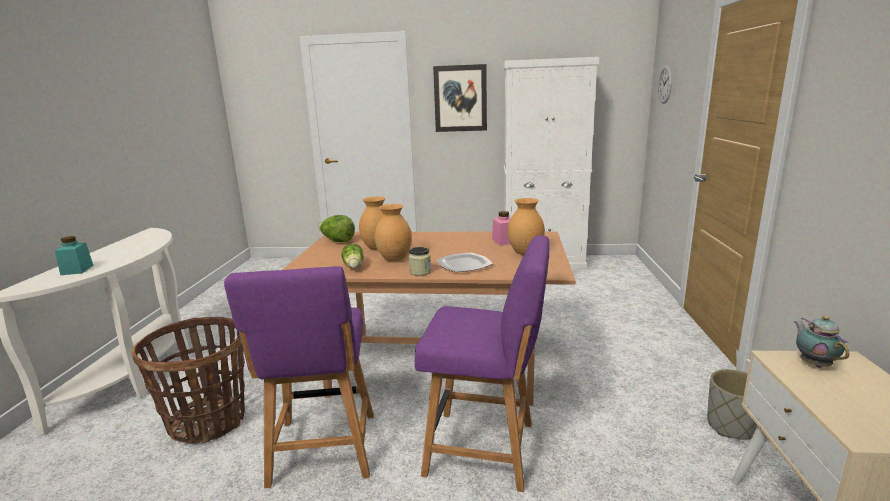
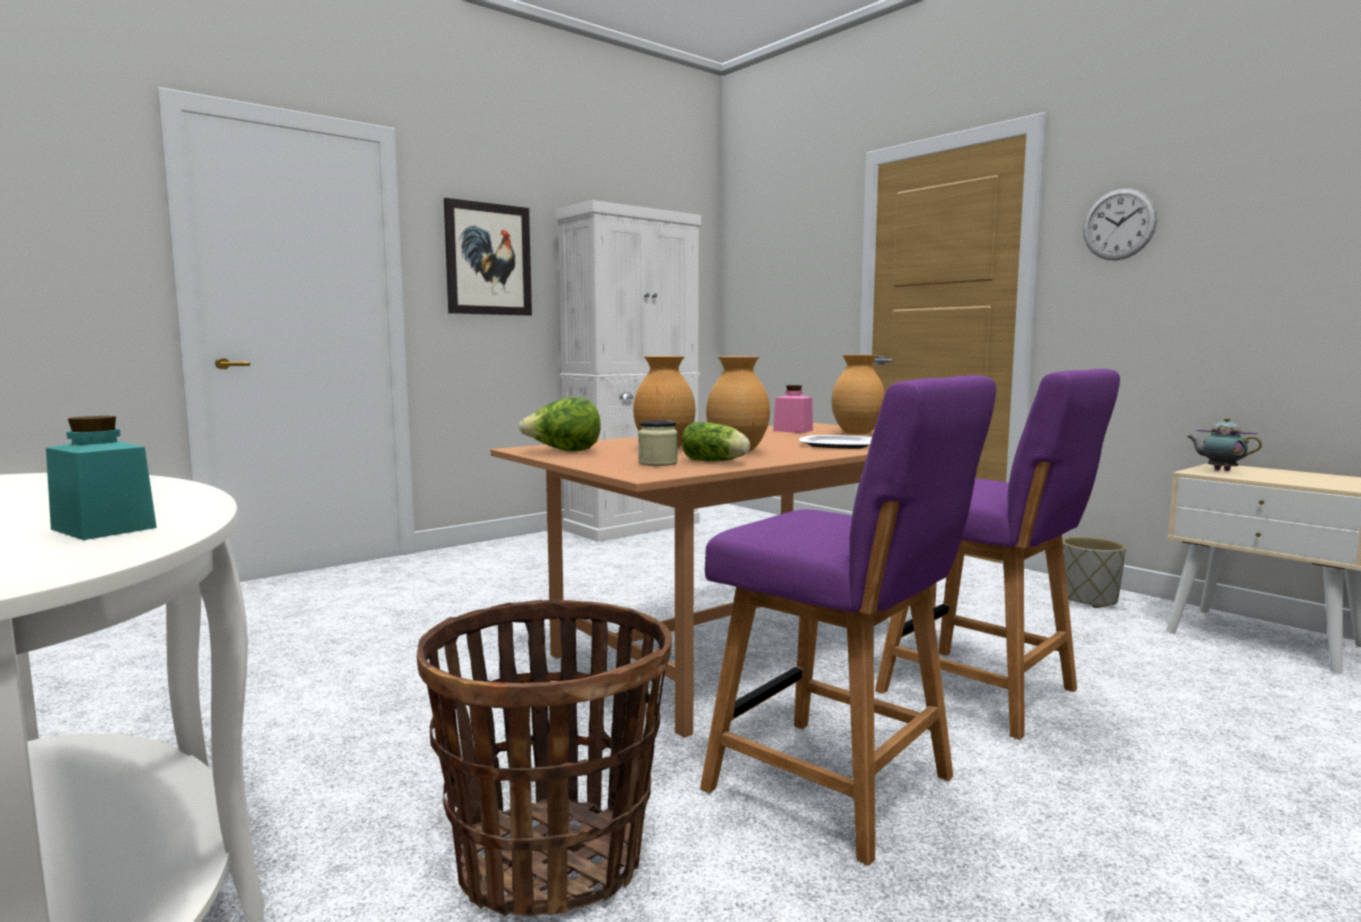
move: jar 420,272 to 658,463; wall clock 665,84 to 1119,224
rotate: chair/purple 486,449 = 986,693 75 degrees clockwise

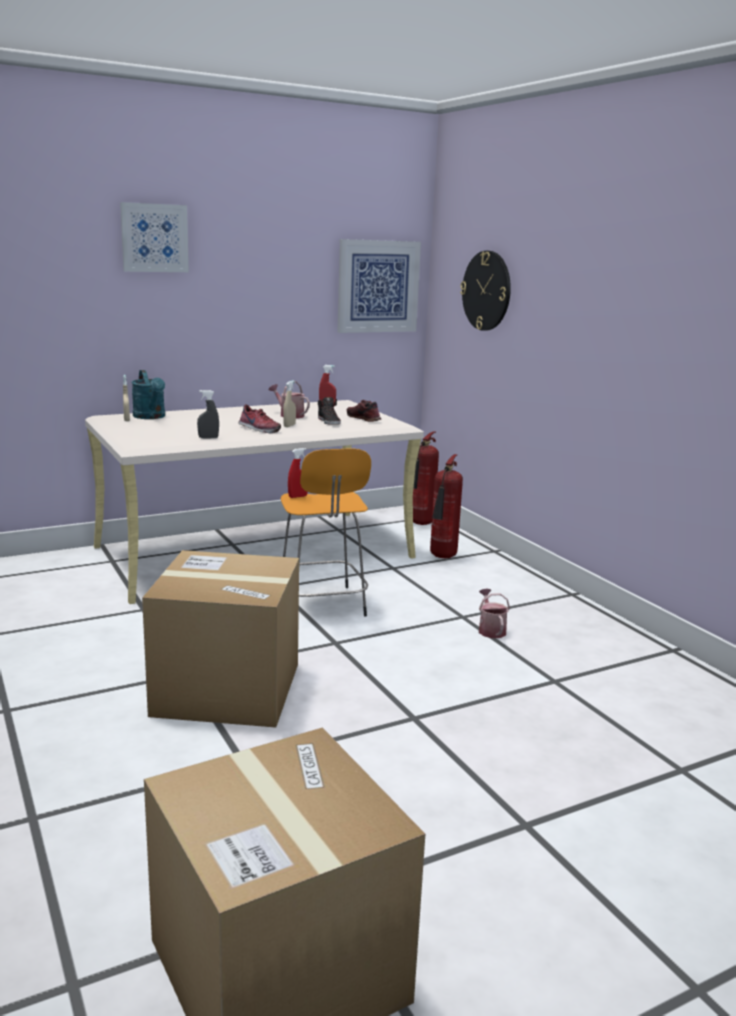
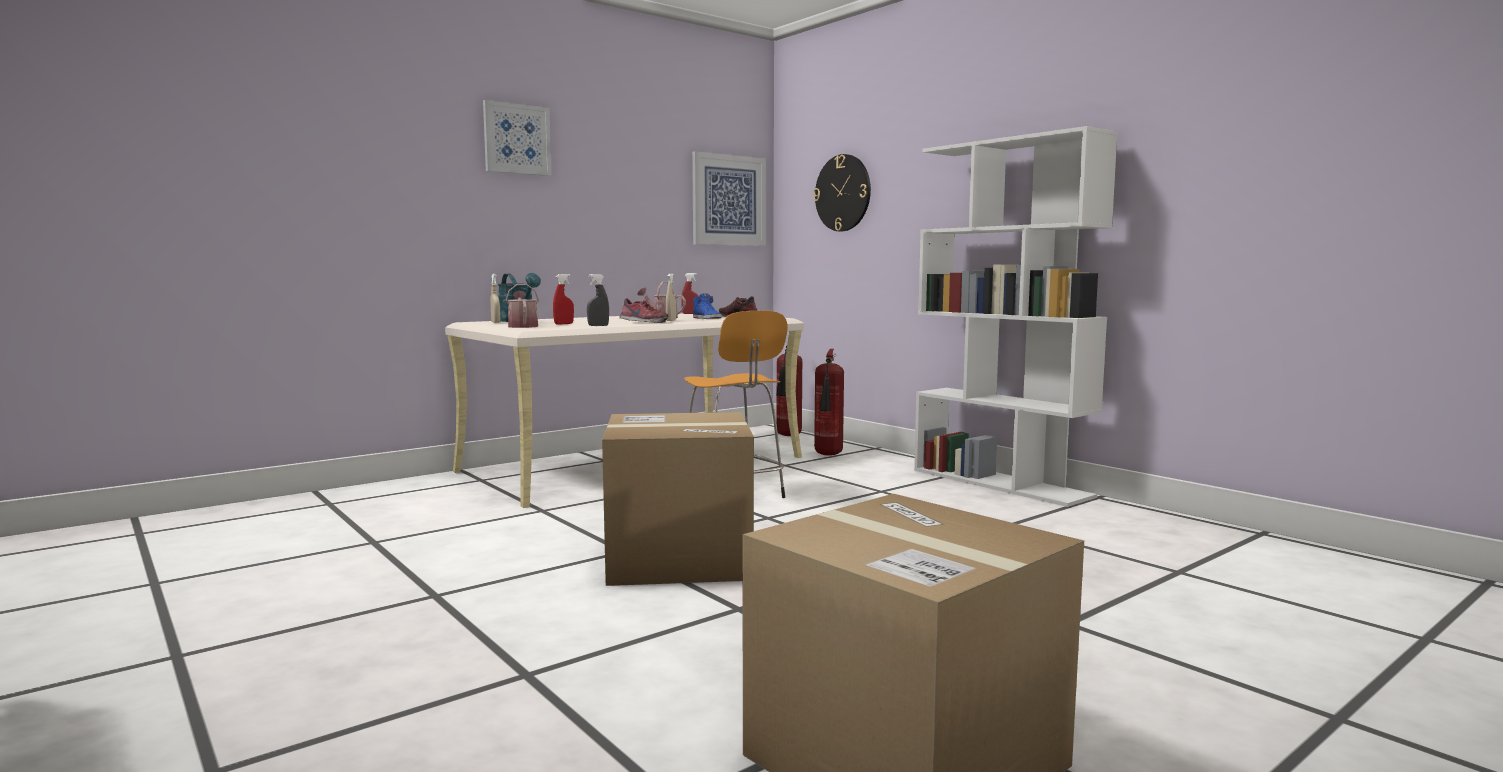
insert: bookcase/white 1001,483
move: spray bottle/red 298,496 to 563,324; watering can 490,629 to 522,326
recolor: shoe/black 329,422 to shoe/blue 707,318

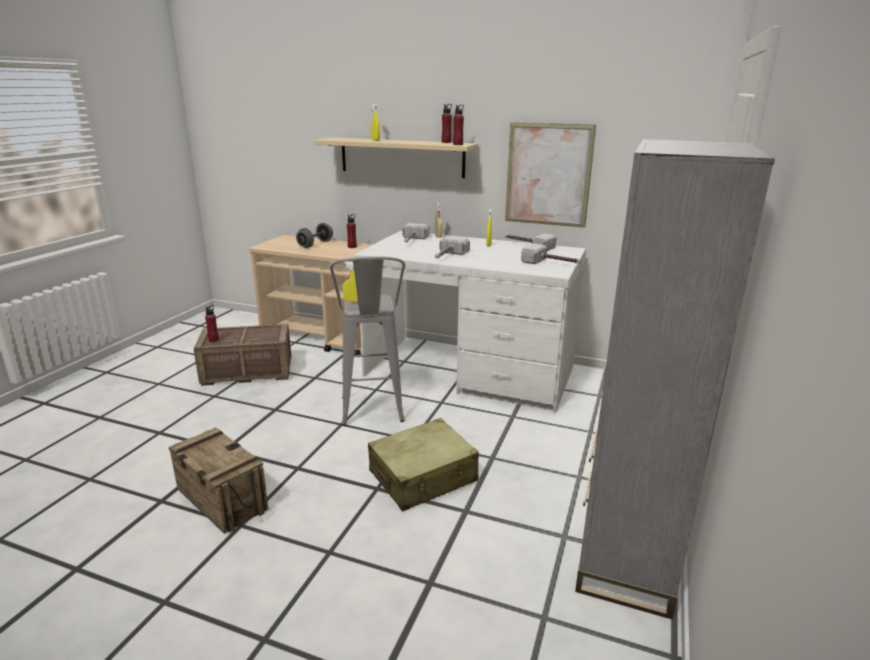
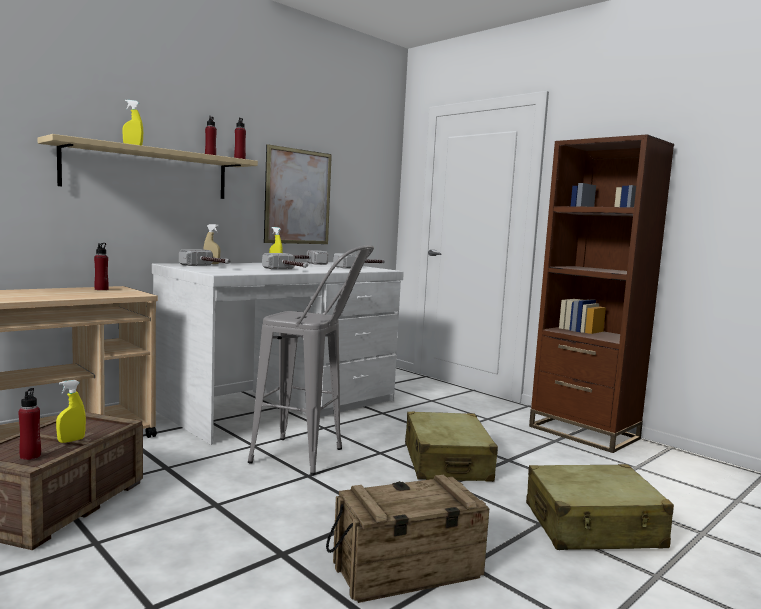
delete: dumbbell/grey 315,244
insert: suitcase/beige 593,526
move: spray bottle/yellow 352,301 to 71,440
recolor: bookcase/grey 626,558 to bookcase/brown 583,432

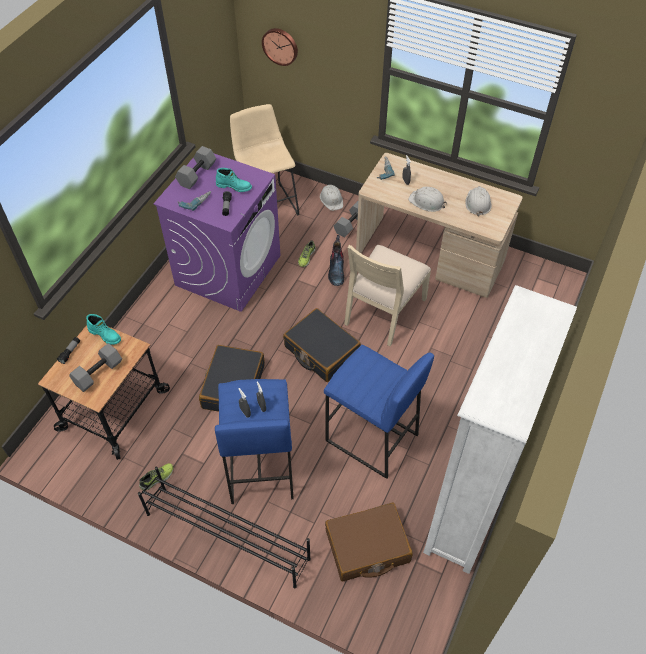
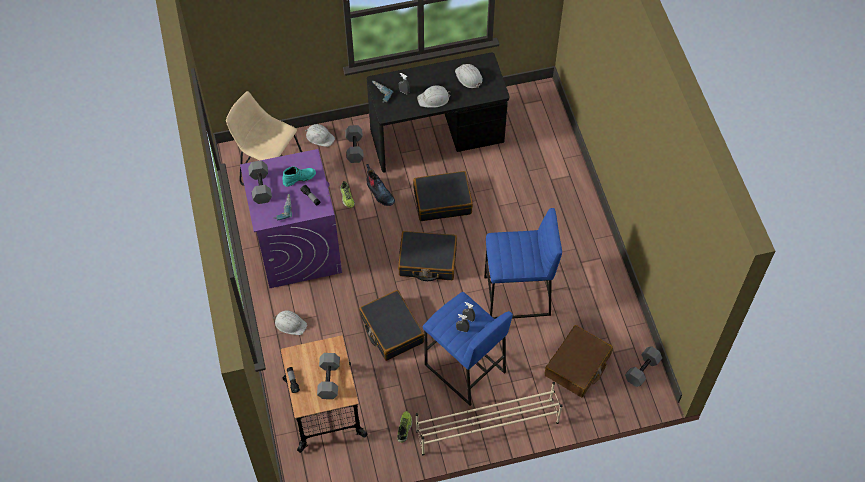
delete: boot/turquoise 105,335; wall clock 280,46; bookcase/white 467,510
insert: hard hat/white 290,324; dumbbell/grey 642,369
replace: chair/beige 383,311 to suitcase/black 442,201
recolor: shoe rack/black 226,535 to shoe rack/beige 486,426; desk/beige 430,257 to desk/black 437,137

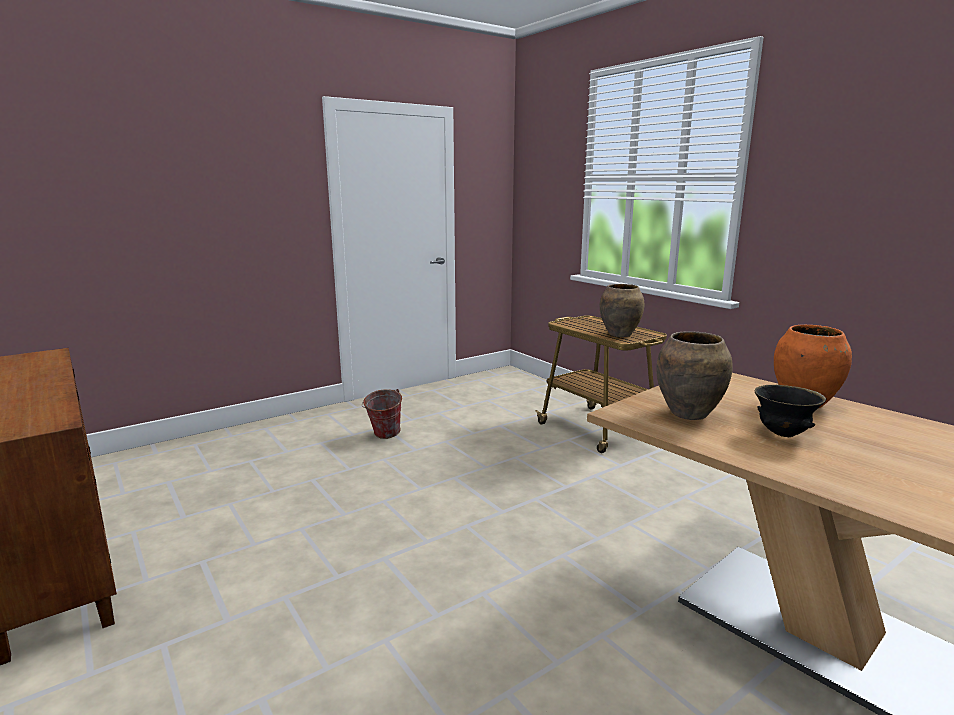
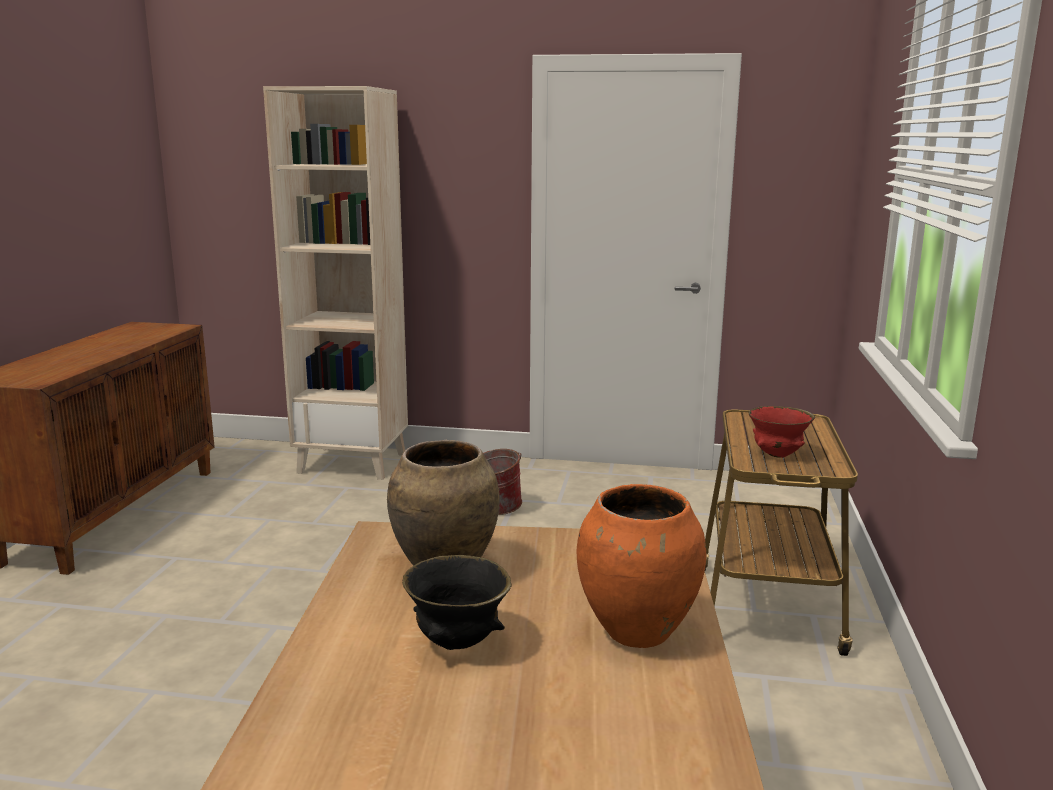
insert: bookcase/beige 353,463
replace: vase/brown 620,334 to bowl/red 777,455

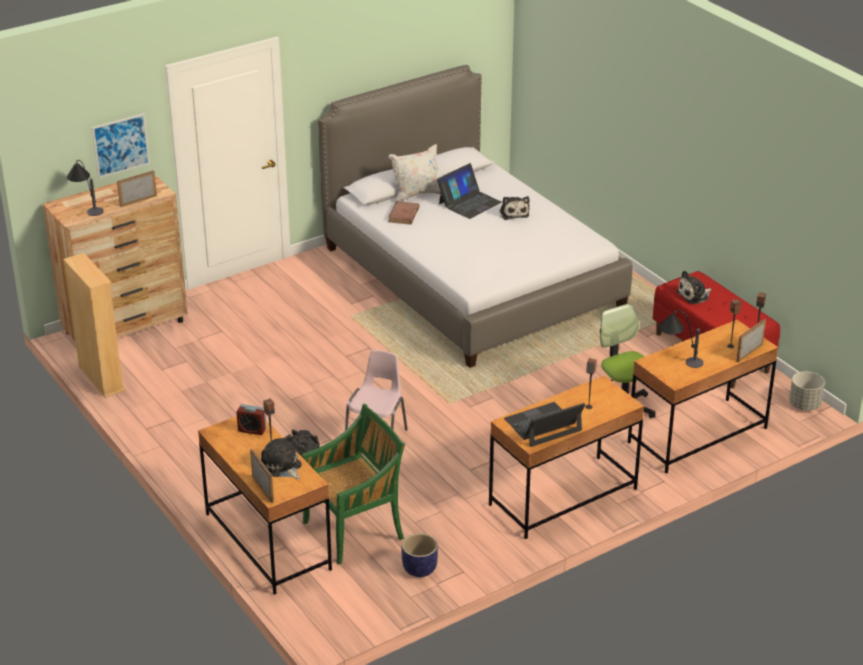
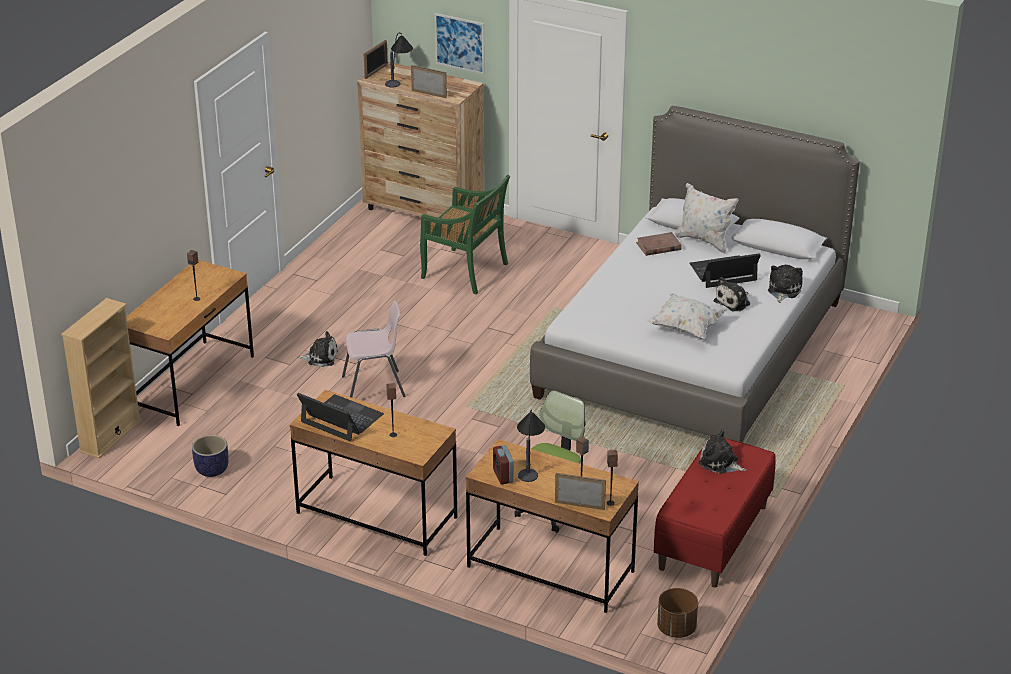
insert: pillow/white 686,327
move: bookcase/beige 101,378 to 110,436; alarm clock 252,430 to 503,476; picture frame 263,489 to 376,71; plush toy 282,466 to 783,290; chair/green 354,529 to 466,271
recolor: planter/grey 804,405 to planter/brown 676,629
rotate: laptop 469,203 = 723,272 150 degrees clockwise

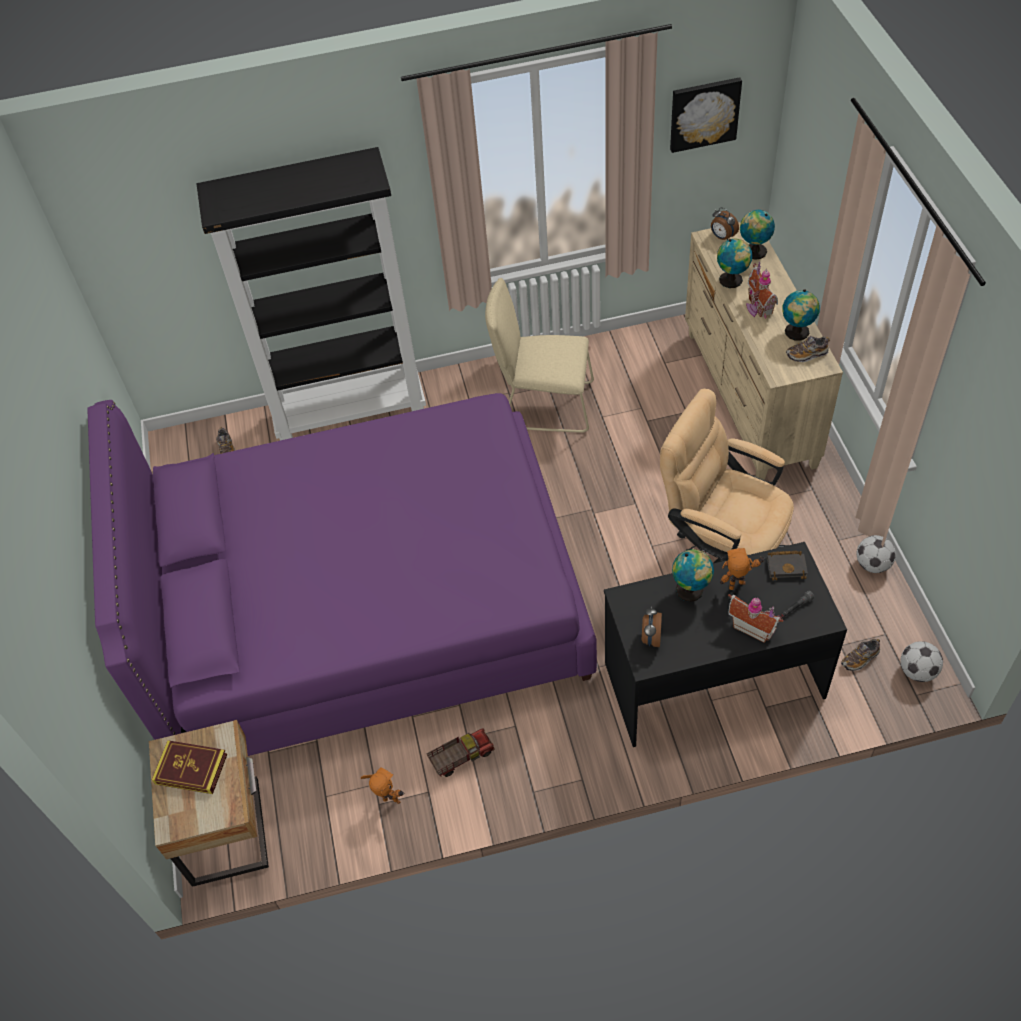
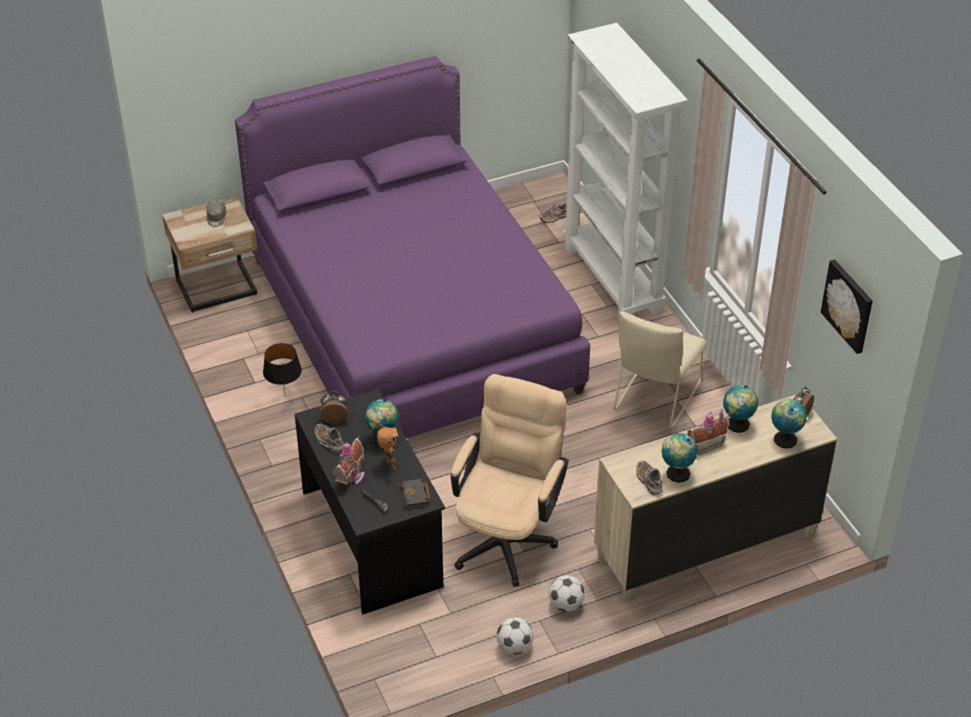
delete: toy robot 391,803
move: shoe 860,659 to 329,441; football 917,671 to 566,604
replace: book 191,769 to cap/grey 216,217; toy truck 461,757 to table lamp/black 285,396
recolor: bookcase/black 351,412 to bookcase/white 613,280
rotate: chair/beige 543,405 = 655,399 150 degrees counterclockwise

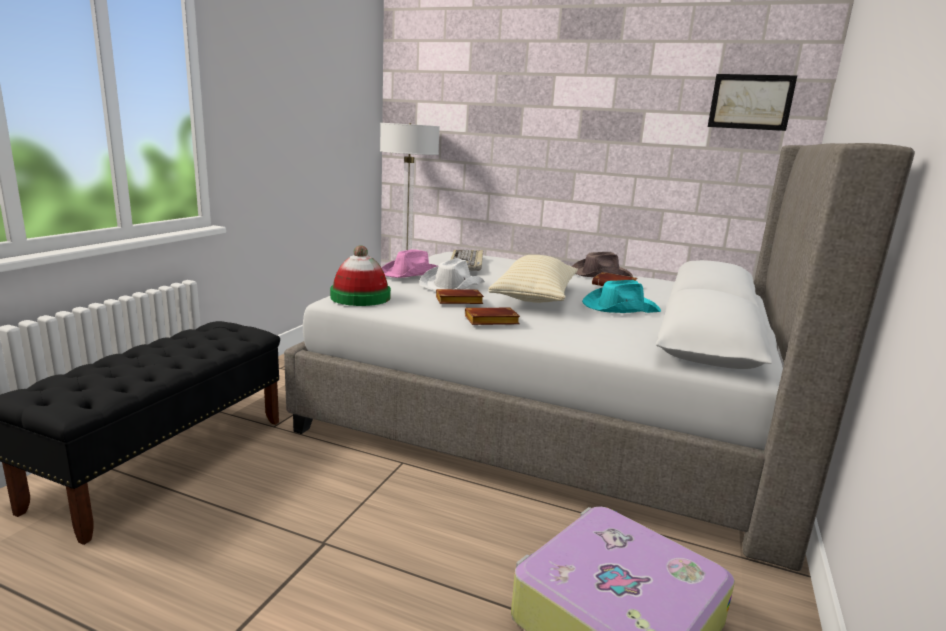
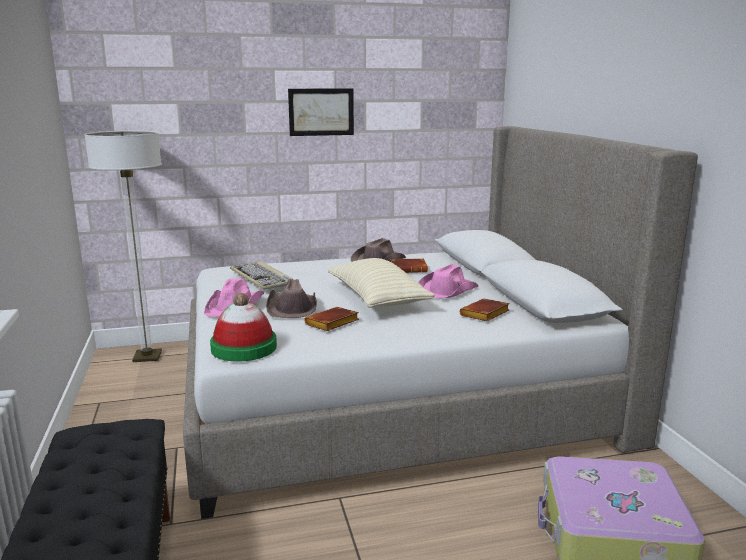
move: book/brown 490,322 to 485,315; picture 750,102 to 321,112
recolor: hat/white 452,285 to hat/brown 292,307; hat/turquoise 619,307 to hat/pink 446,290

